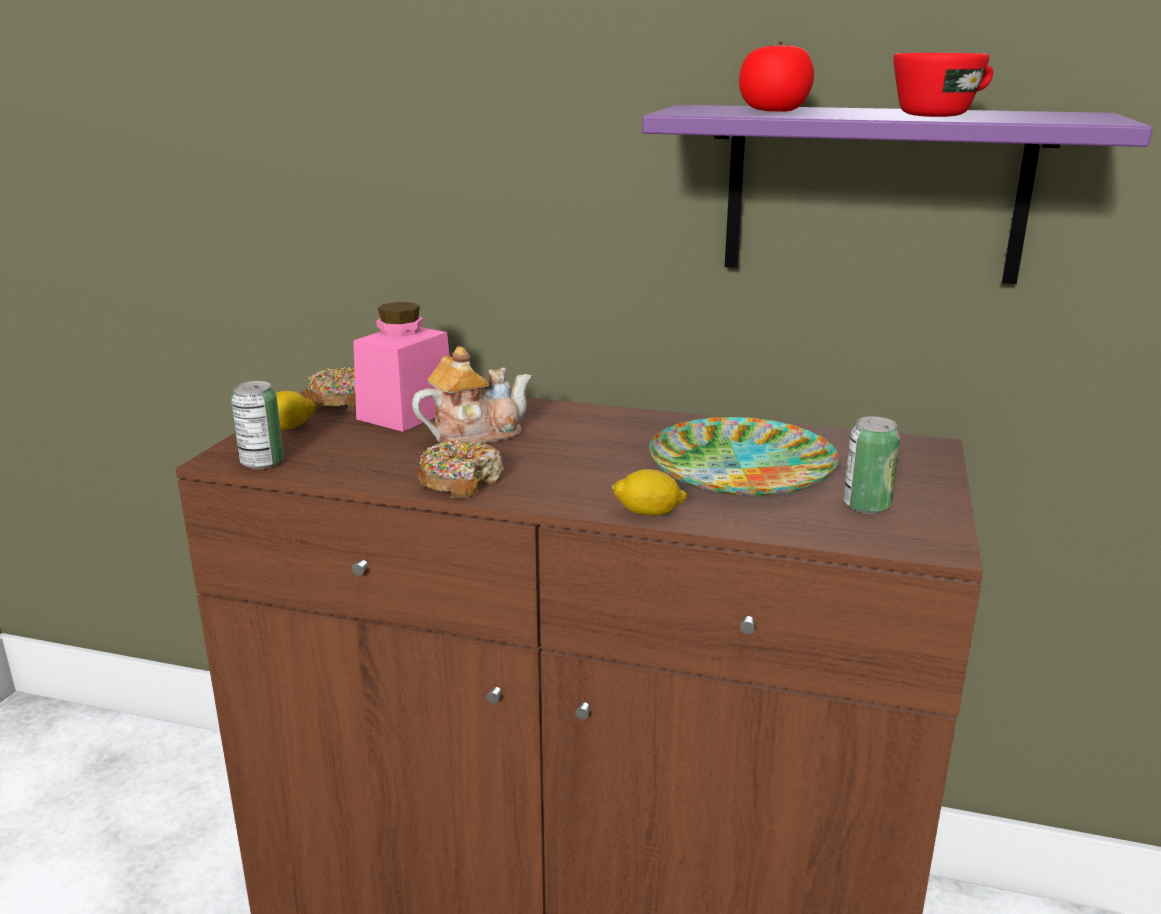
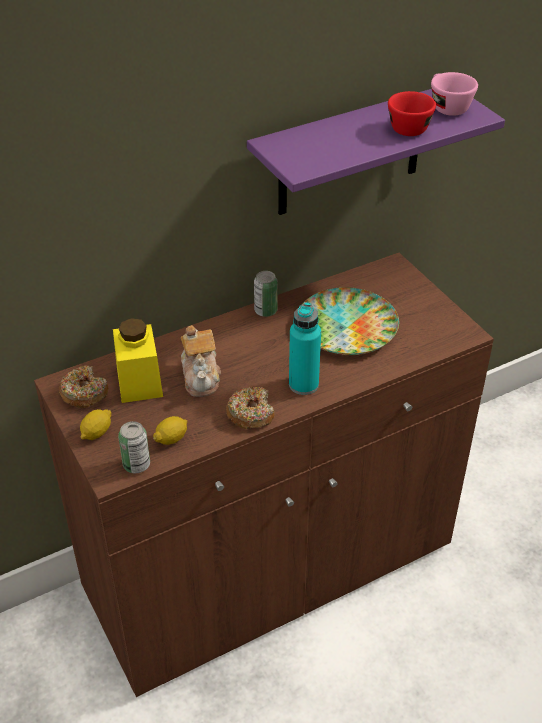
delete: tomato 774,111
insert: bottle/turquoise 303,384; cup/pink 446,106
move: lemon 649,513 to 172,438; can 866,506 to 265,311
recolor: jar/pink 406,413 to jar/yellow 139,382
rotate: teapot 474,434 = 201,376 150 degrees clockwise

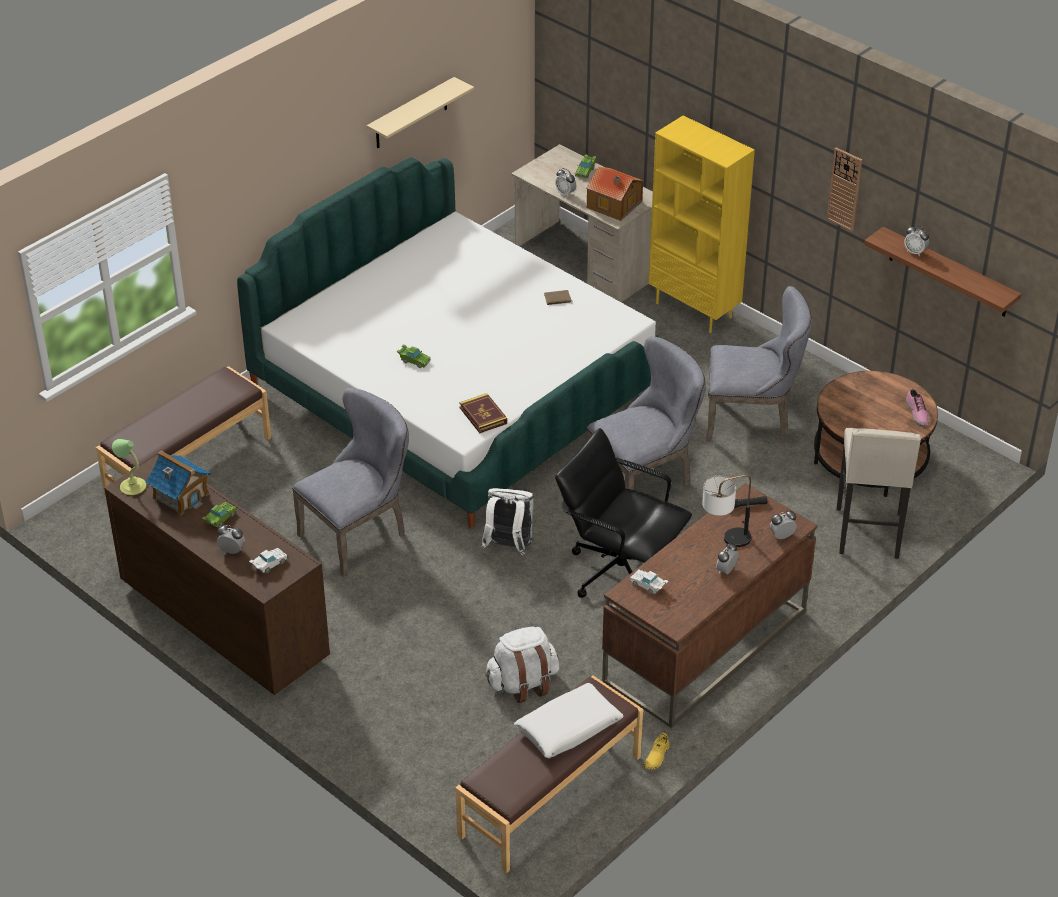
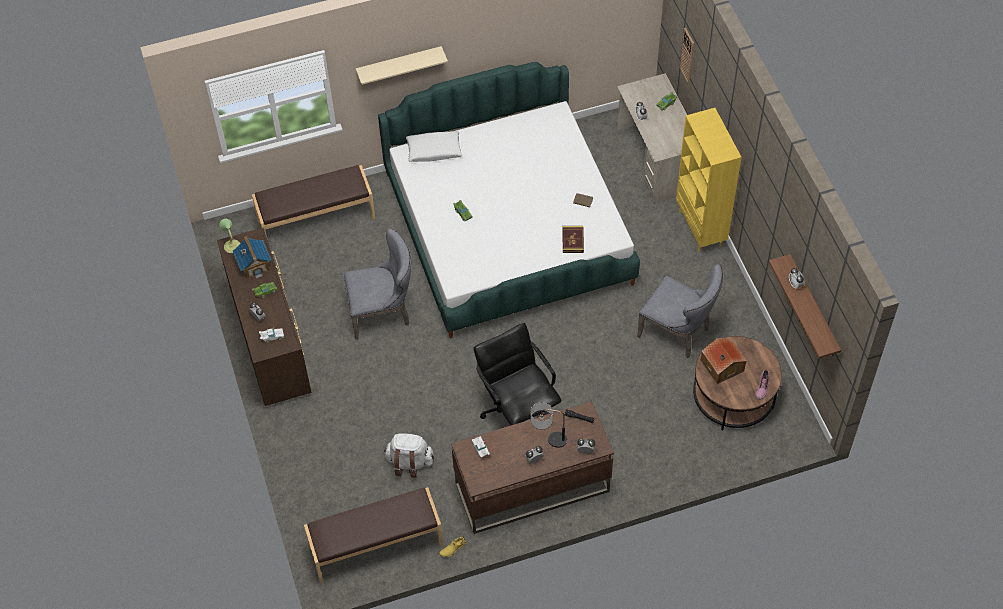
delete: backpack/white 508,547; chair/grey 645,479; stool/beige 869,535
move: shelf/beige 411,114 to 399,65; book 483,415 to 573,240; pillow/white 568,728 to 434,151; toy house 614,205 to 722,366; wall clock 844,189 to 687,55

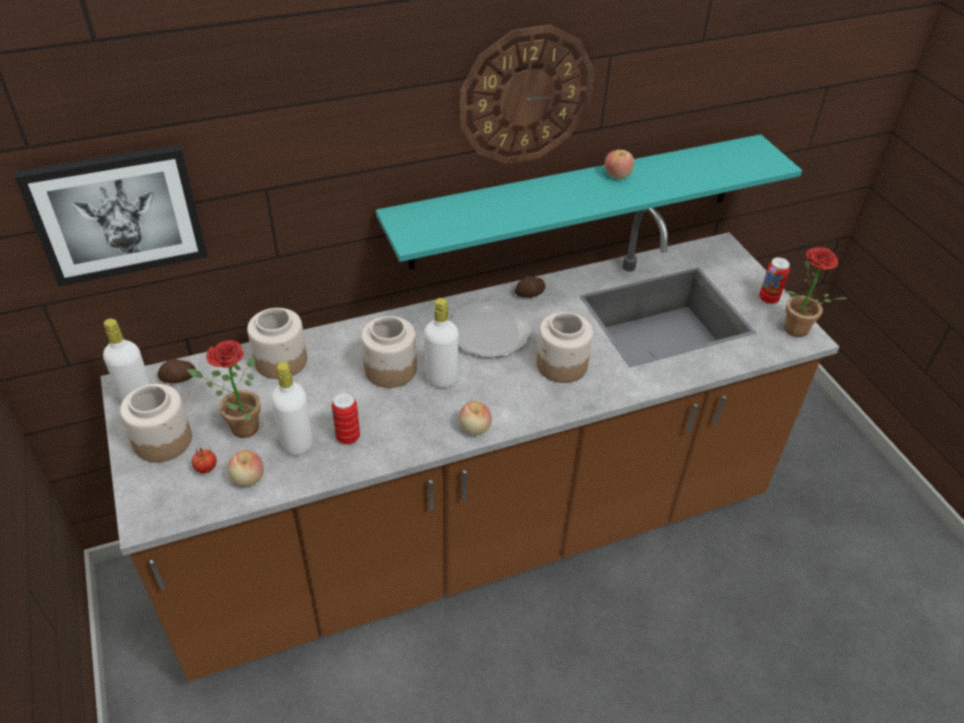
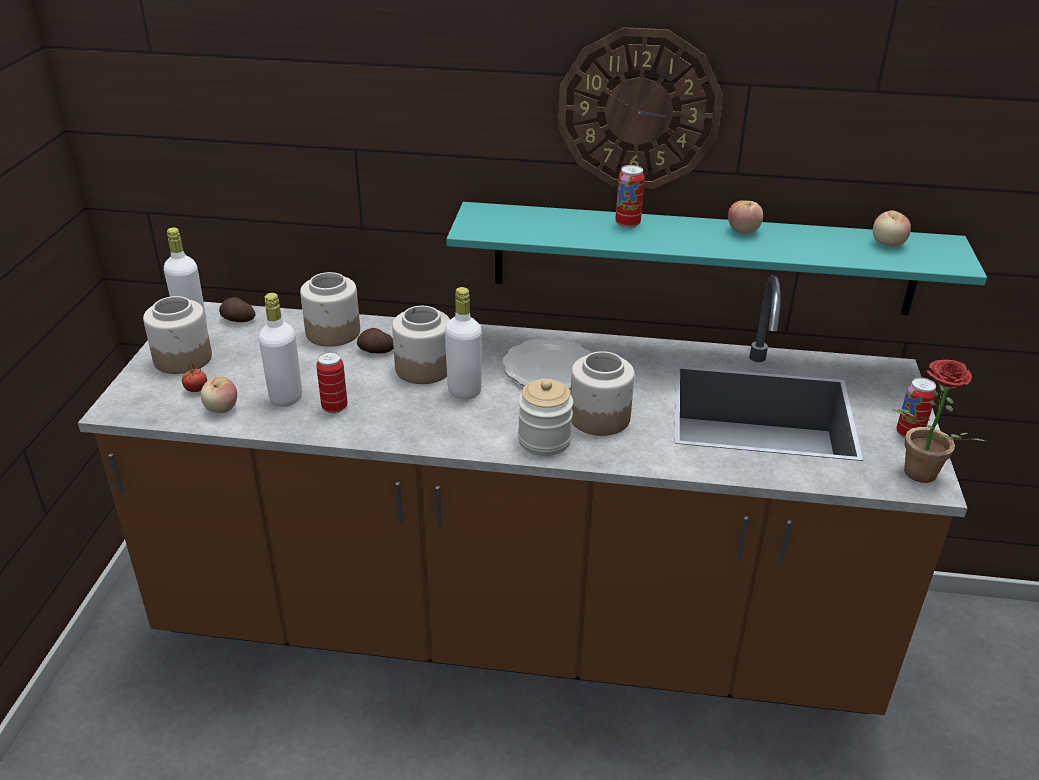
delete: picture 117,213; potted plant 238,428
insert: jar 544,440; can 627,224
move: apple 475,428 to 888,244; potato 530,294 to 376,351

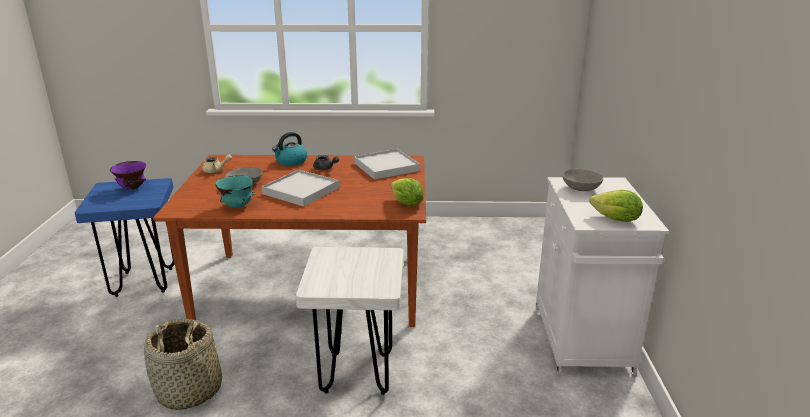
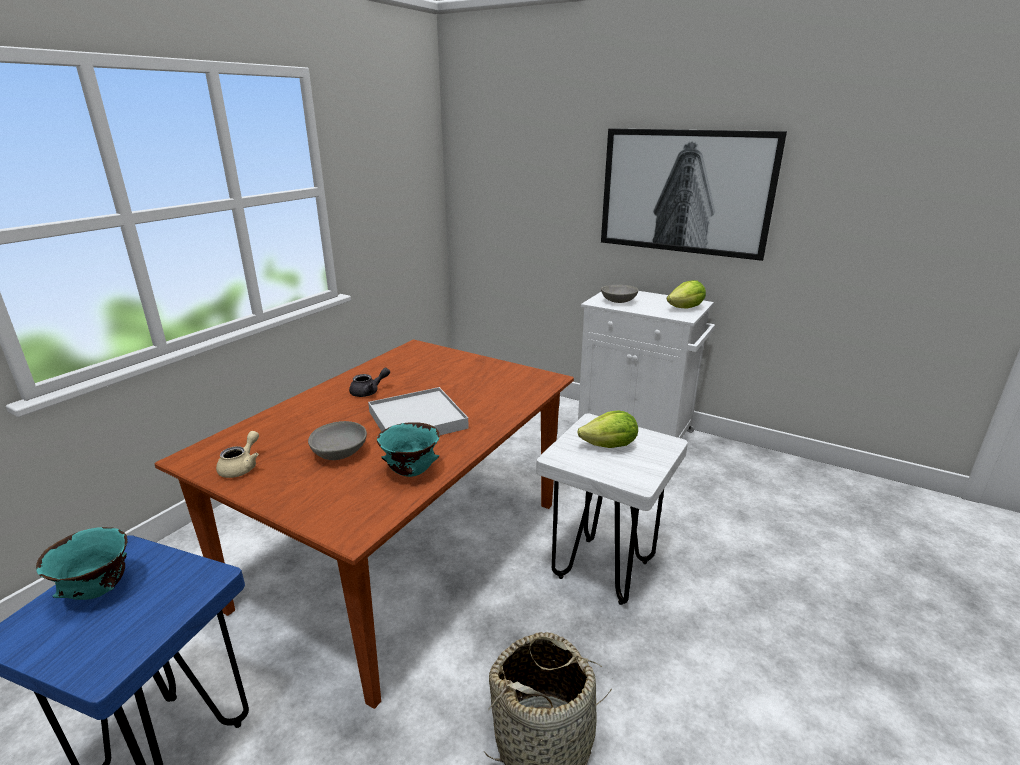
delete: kettle 291,162; tray/white 386,167
insert: picture 684,192
move: lettuce 406,204 to 610,446
recolor: bowl/purple 132,188 to bowl/turquoise 99,591

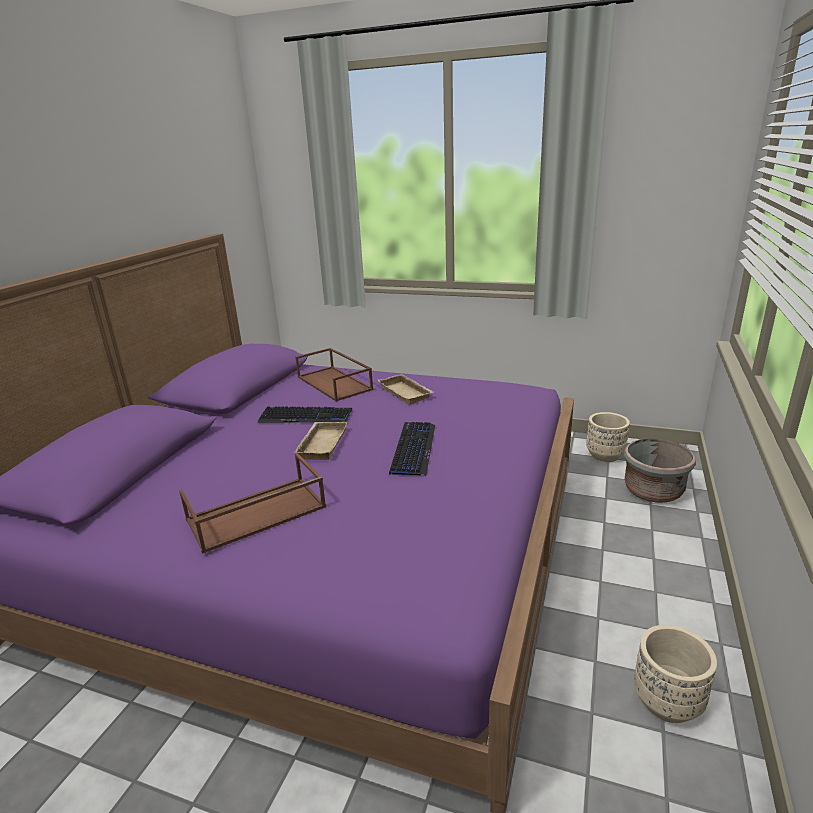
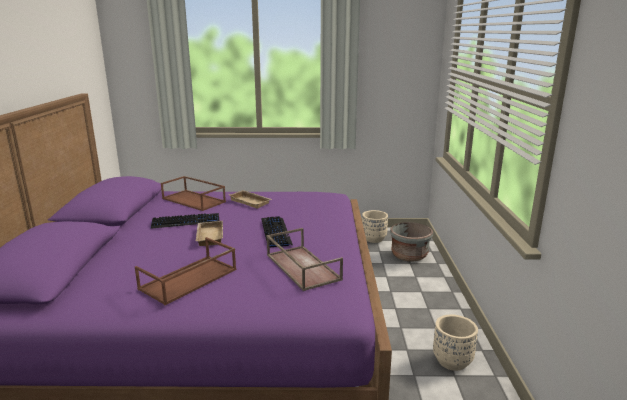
insert: tray/brown 301,267

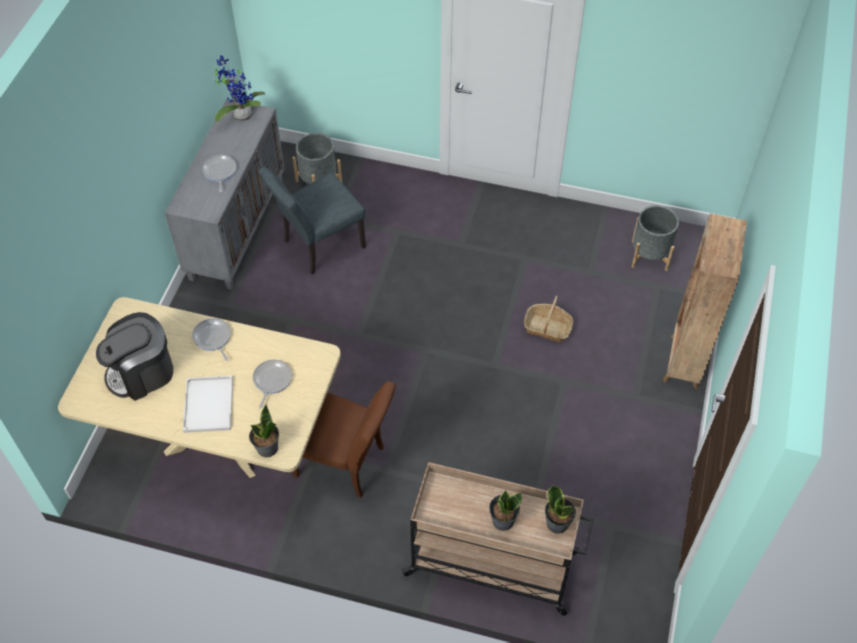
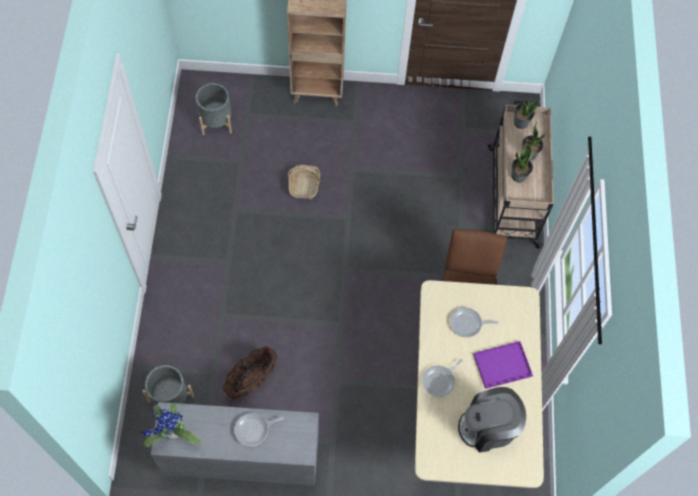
move: potted plant 267,448 to 519,176
replace: chair/grey 318,246 to basket 251,379
recolor: tray/white 208,403 to tray/purple 501,366
rotate: coffee machine 142,373 = 488,427 120 degrees clockwise

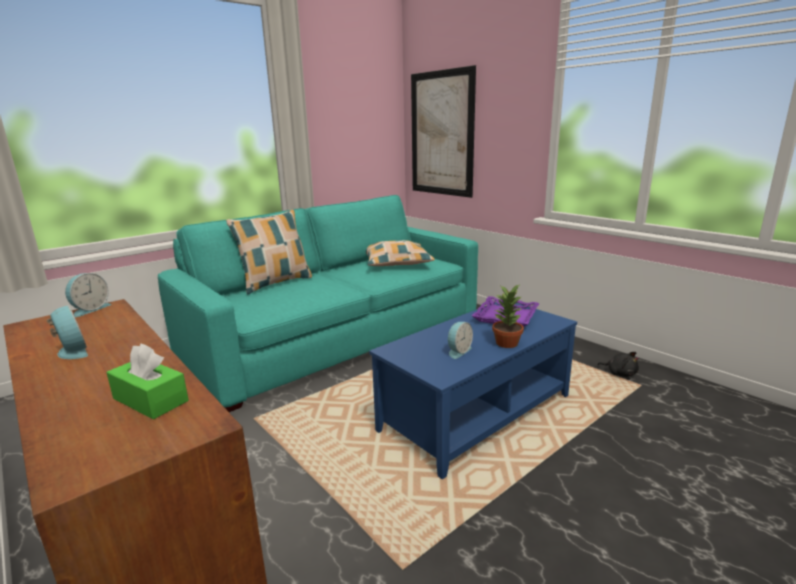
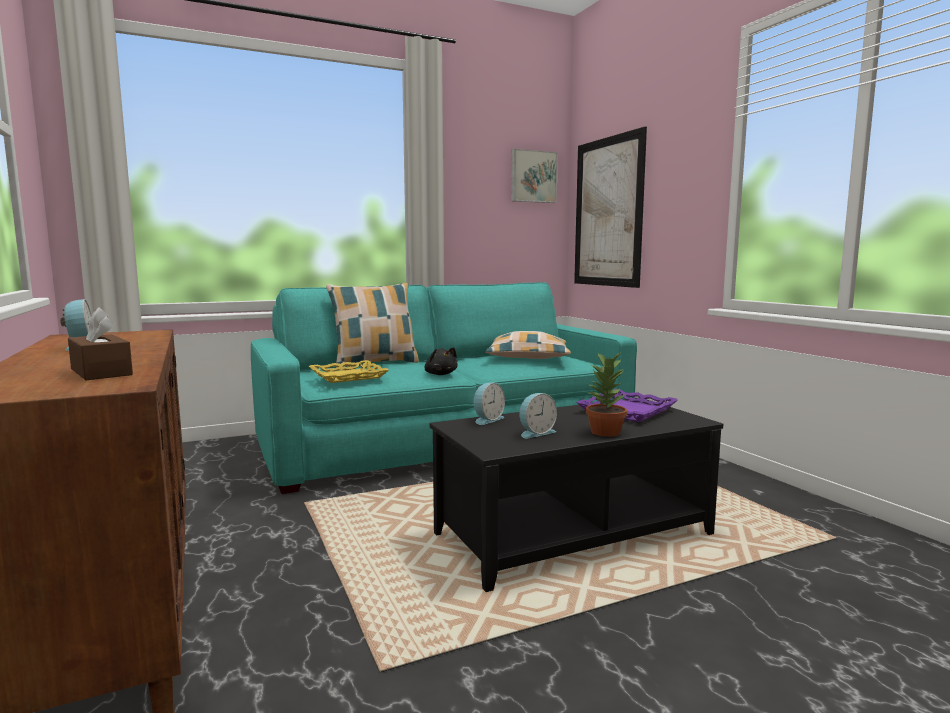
insert: tray/yellow 348,376; picture 532,177
move: alarm clock 89,309 to 487,419; plush toy/black 620,373 to 440,374
recolor: tissue box/green 150,400 to tissue box/brown 101,372; coffee table/blue 475,412 to coffee table/black 572,534

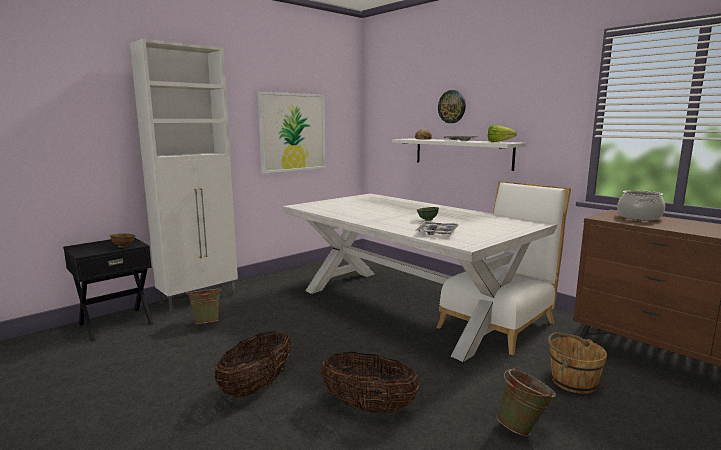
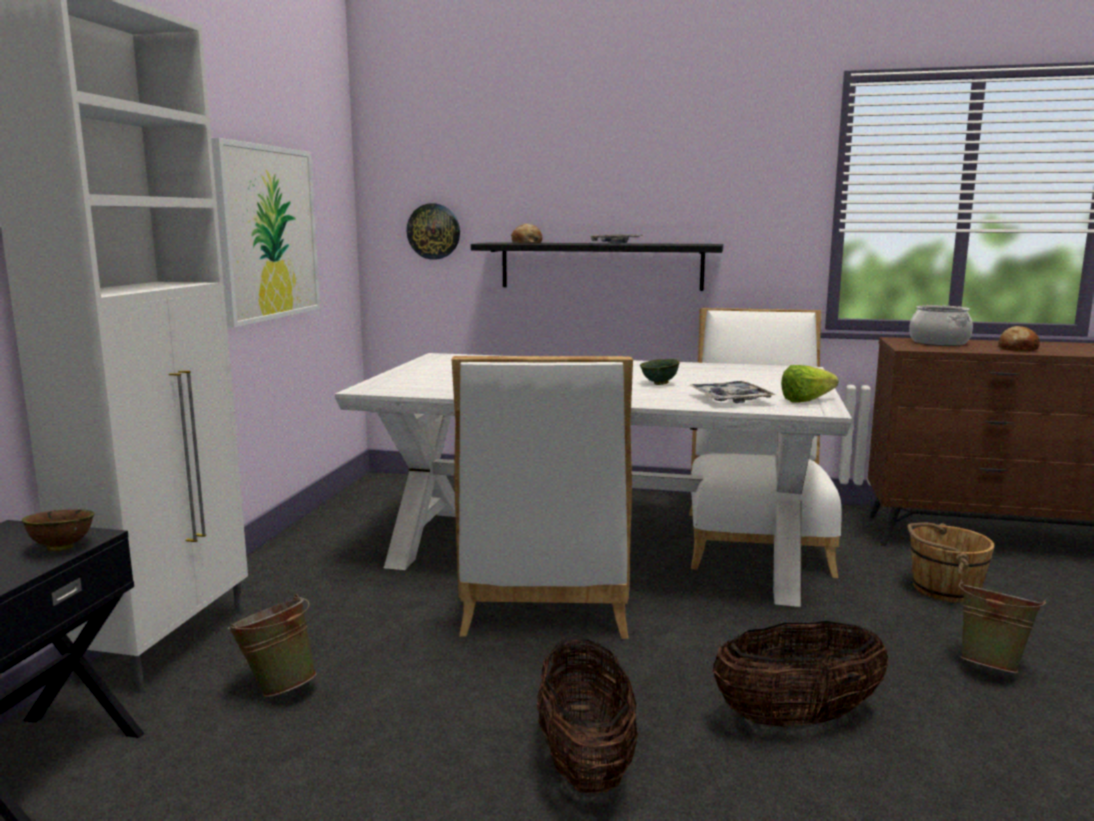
insert: chair/white 545,602; bread 1017,348
move: wall clock 452,106 to 433,231; lettuce 501,142 to 811,401
recolor: shelf/white 462,153 to shelf/black 601,266

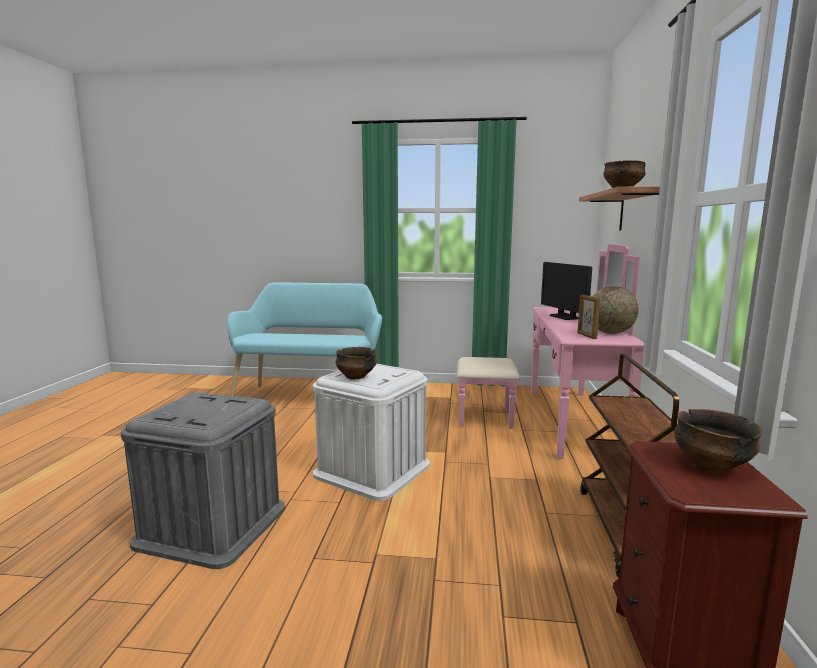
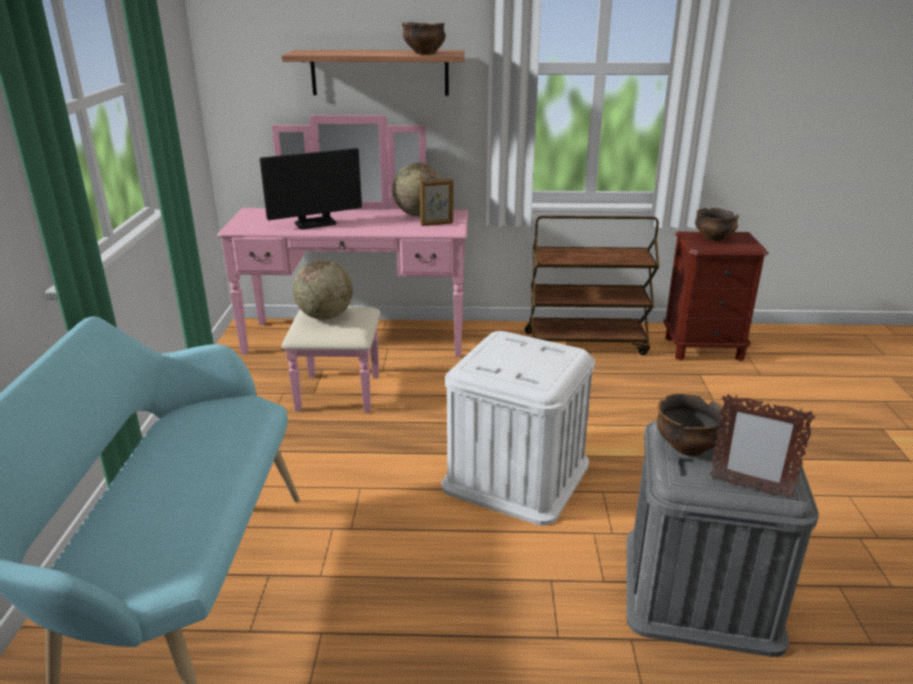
insert: globe 325,316; picture frame 749,488
move: bowl 356,377 to 687,447

